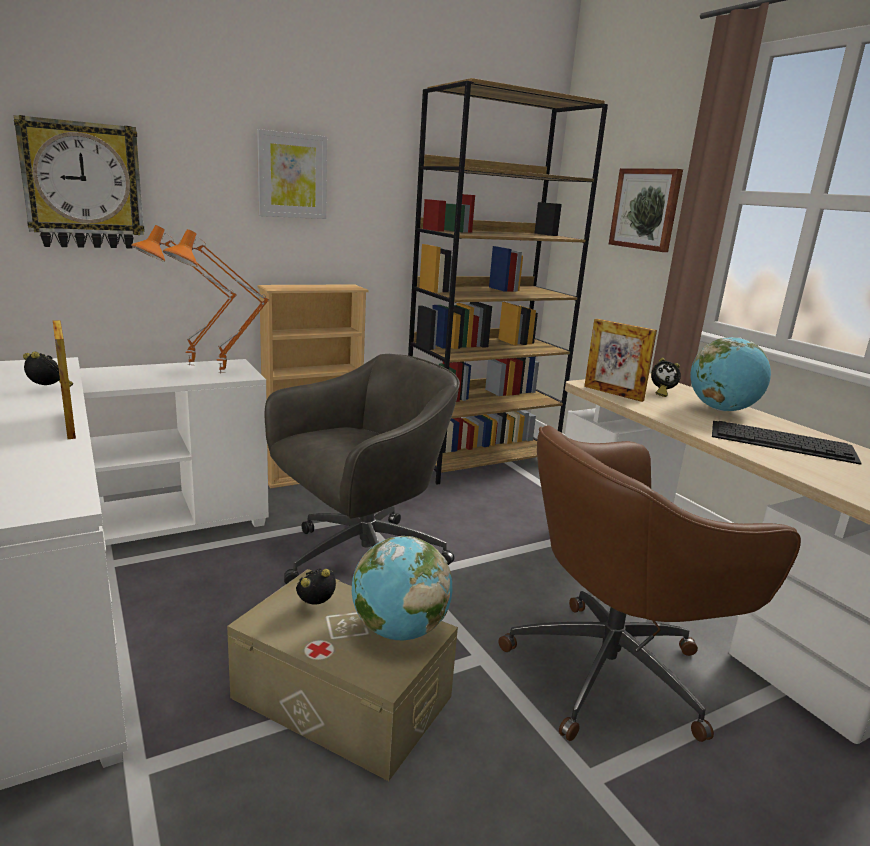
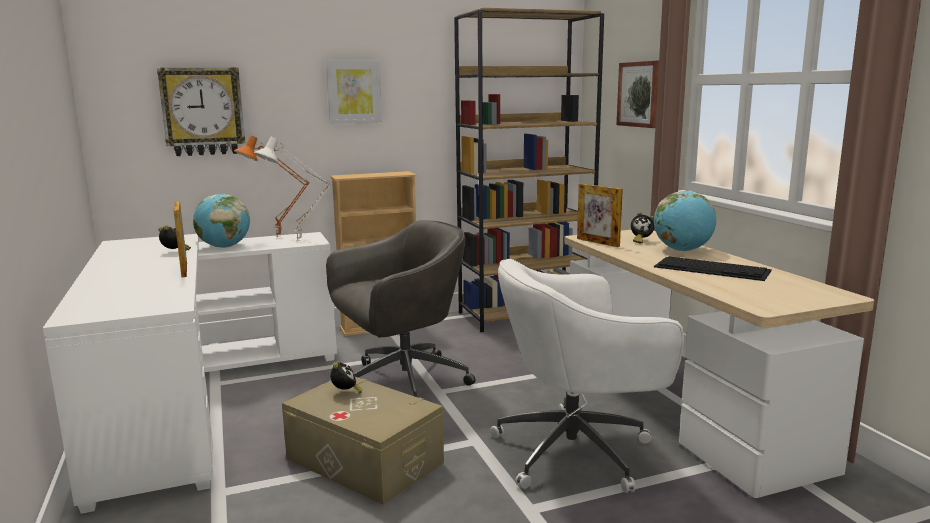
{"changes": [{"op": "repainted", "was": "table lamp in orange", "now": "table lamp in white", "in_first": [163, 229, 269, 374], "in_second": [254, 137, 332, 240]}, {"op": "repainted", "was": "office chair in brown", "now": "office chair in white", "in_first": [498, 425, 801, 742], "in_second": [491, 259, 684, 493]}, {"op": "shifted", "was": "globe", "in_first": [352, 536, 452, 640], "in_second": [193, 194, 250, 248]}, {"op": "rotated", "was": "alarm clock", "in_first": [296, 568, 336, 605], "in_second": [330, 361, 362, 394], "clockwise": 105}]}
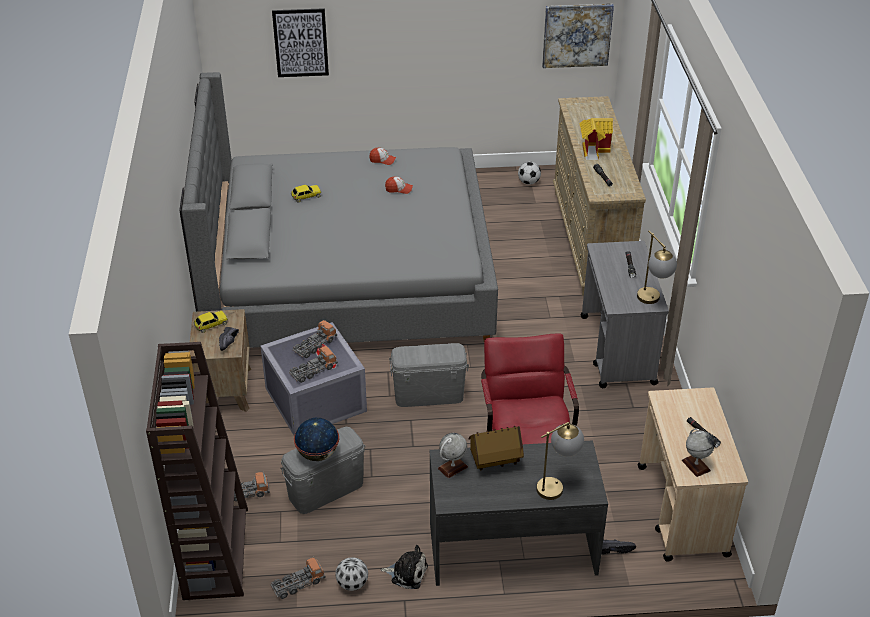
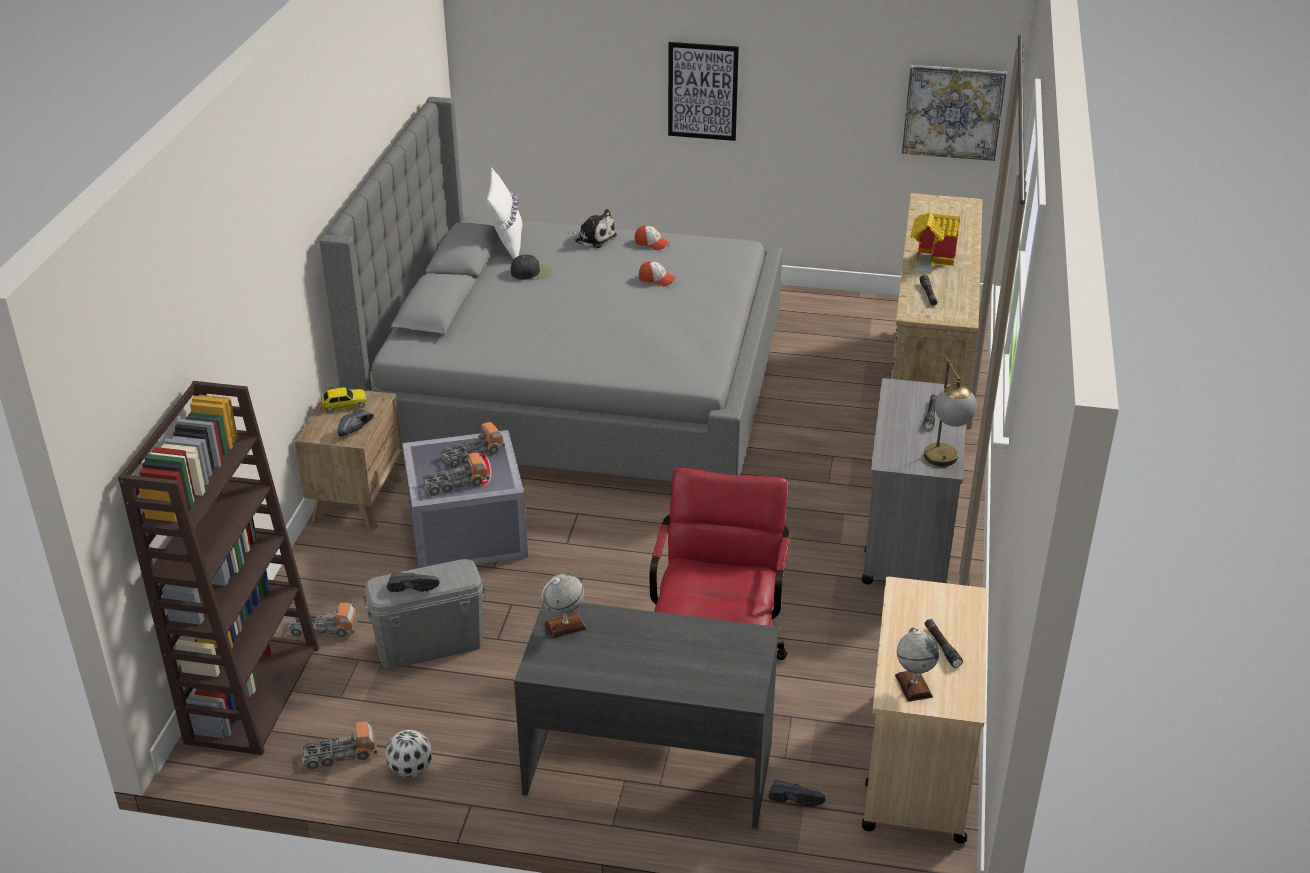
{"changes": [{"op": "shifted", "was": "picture", "in_first": [272, 8, 329, 77], "in_second": [668, 42, 739, 141]}, {"op": "gone", "was": "football", "in_first": [518, 162, 541, 185]}, {"op": "swapped", "was": "toy car", "now": "cap in black", "in_first": [291, 185, 321, 202], "in_second": [510, 255, 552, 280]}, {"op": "gone", "was": "storage box in grey", "in_first": [389, 343, 469, 407]}, {"op": "swapped", "was": "globe", "now": "shoe in black", "in_first": [294, 418, 339, 461], "in_second": [387, 572, 440, 592]}, {"op": "gone", "was": "table lamp", "in_first": [536, 422, 584, 500]}, {"op": "gone", "was": "toy house", "in_first": [469, 426, 524, 470]}, {"op": "shifted", "was": "plush toy", "in_first": [381, 545, 428, 589], "in_second": [569, 209, 617, 248]}, {"op": "new", "now": "pillow in white", "in_second": [487, 167, 522, 260]}]}
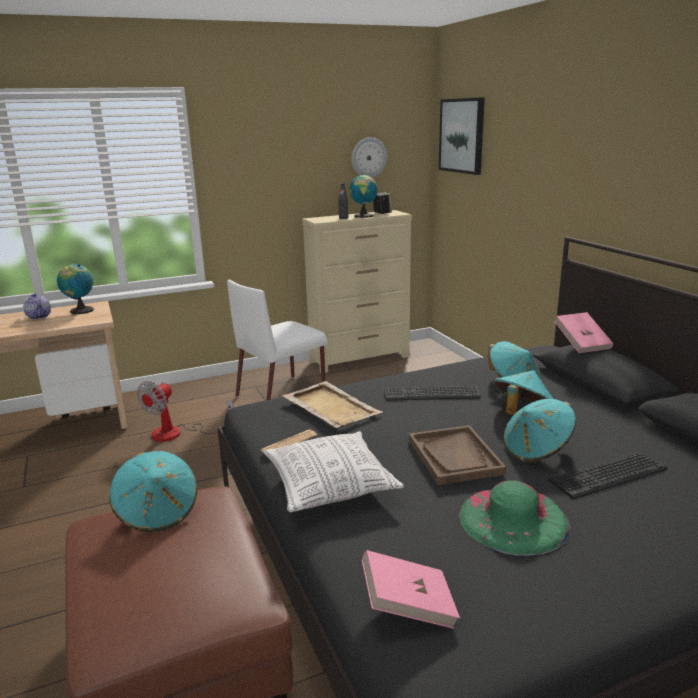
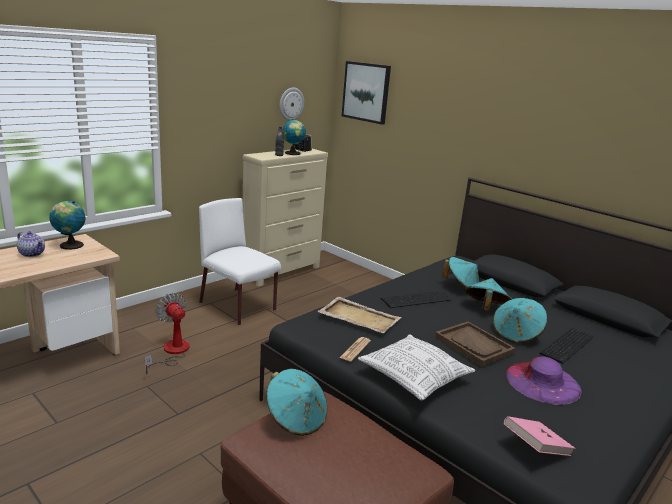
{"changes": [{"op": "rotated", "was": "chair in white", "in_first": [227, 280, 327, 400], "in_second": [199, 198, 281, 325], "clockwise": 105}, {"op": "gone", "was": "book in pink", "in_first": [554, 312, 613, 353]}, {"op": "rotated", "was": "fan", "in_first": [137, 381, 233, 442], "in_second": [145, 293, 190, 375], "clockwise": 135}, {"op": "repainted", "was": "hat in green", "now": "hat in purple", "in_first": [459, 480, 572, 556], "in_second": [506, 356, 582, 405]}]}
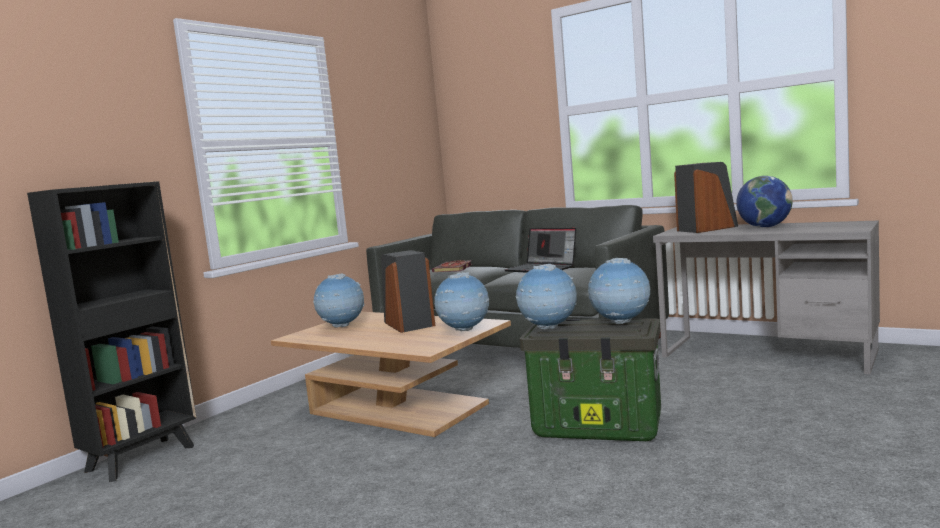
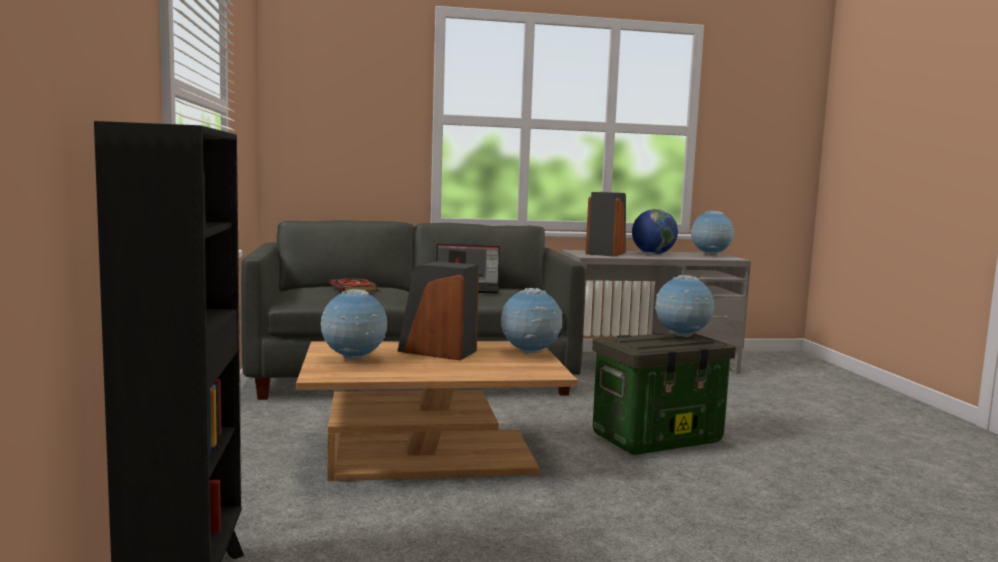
{"changes": [{"op": "shifted", "was": "globe", "in_first": [516, 264, 577, 330], "in_second": [690, 211, 734, 256]}]}
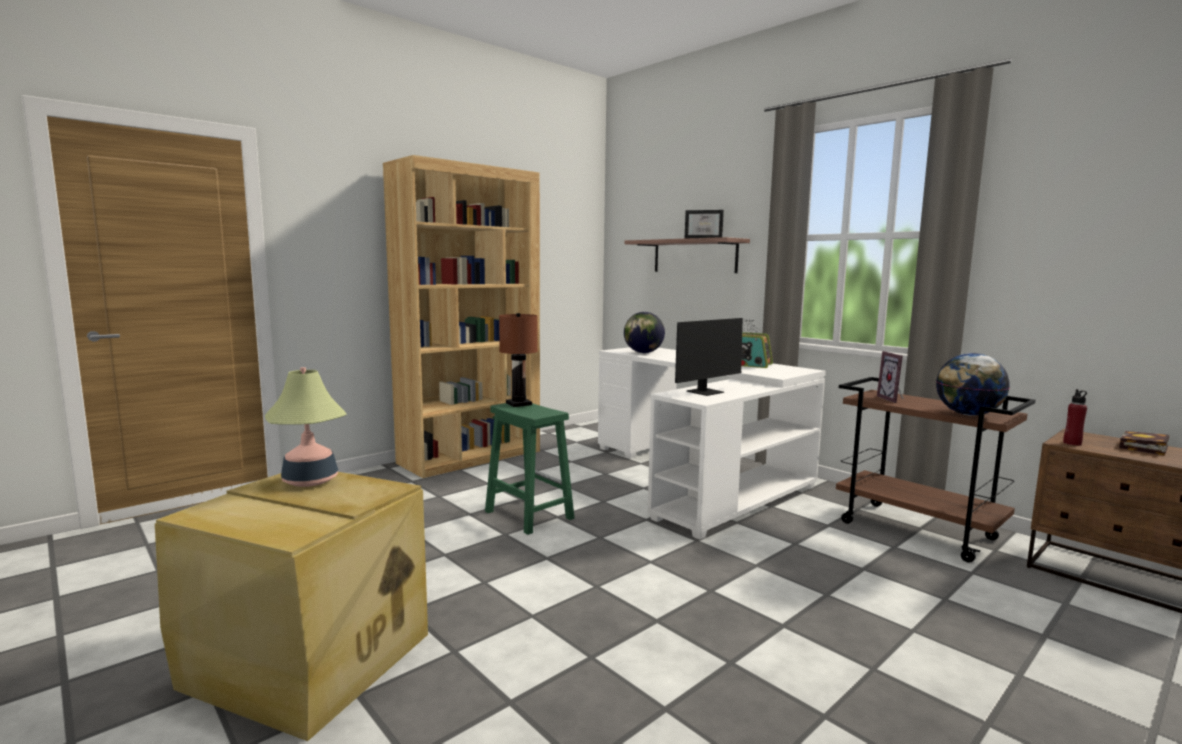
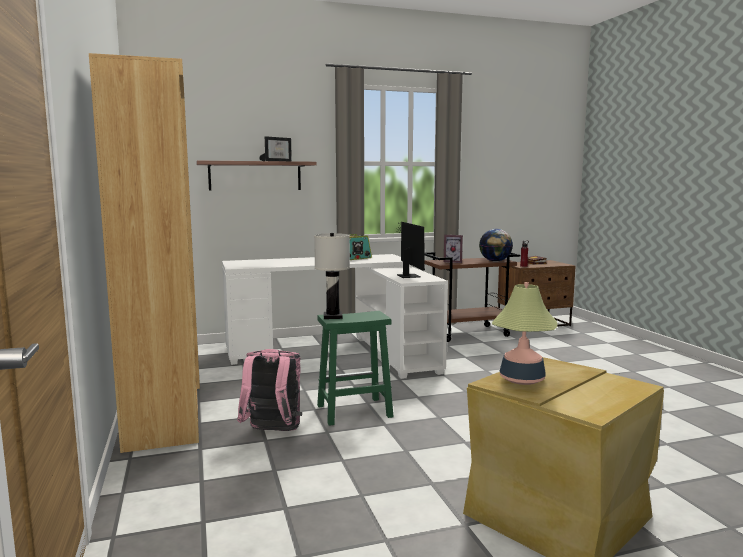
{"changes": [{"op": "gone", "was": "globe", "in_first": [624, 312, 665, 353]}, {"op": "repainted", "was": "table lamp in brown", "now": "table lamp in white", "in_first": [499, 313, 538, 407], "in_second": [314, 233, 350, 319]}, {"op": "new", "now": "backpack in pink", "in_second": [237, 349, 302, 431]}]}
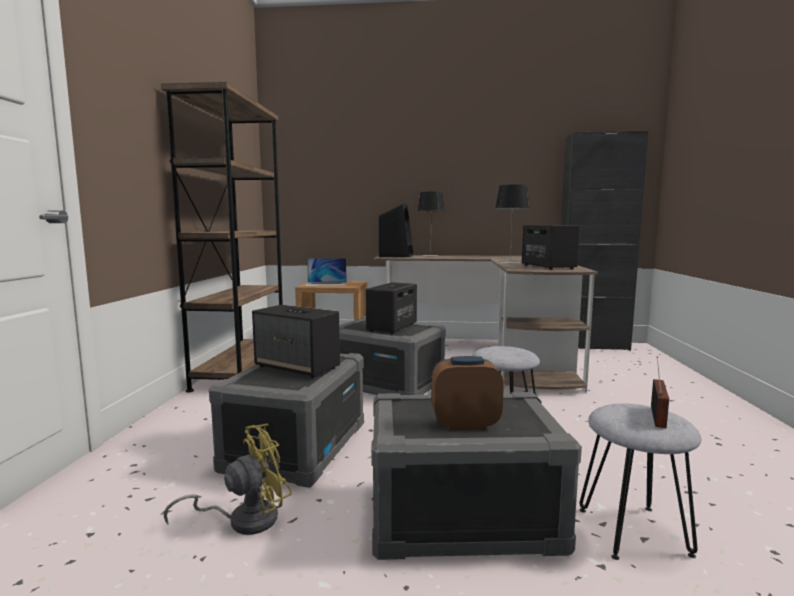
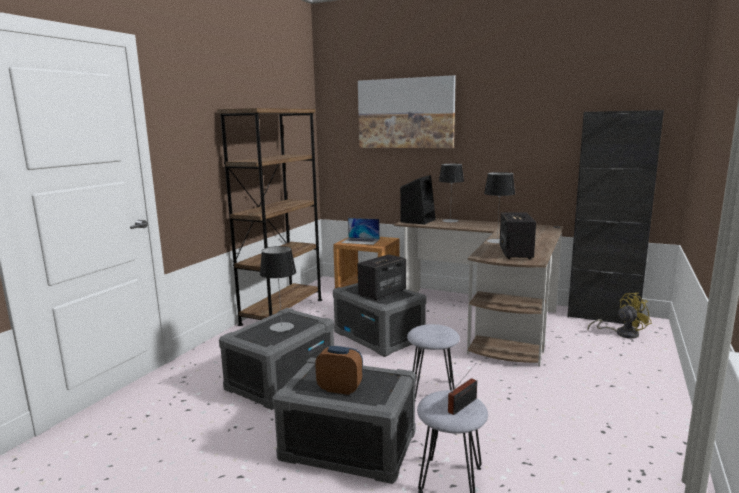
{"changes": [{"op": "swapped", "was": "speaker", "now": "table lamp", "in_first": [252, 305, 340, 378], "in_second": [260, 246, 296, 332]}, {"op": "shifted", "was": "fan in yellow", "in_first": [164, 424, 292, 535], "in_second": [587, 293, 652, 339]}, {"op": "new", "now": "picture", "in_second": [358, 75, 456, 148]}]}
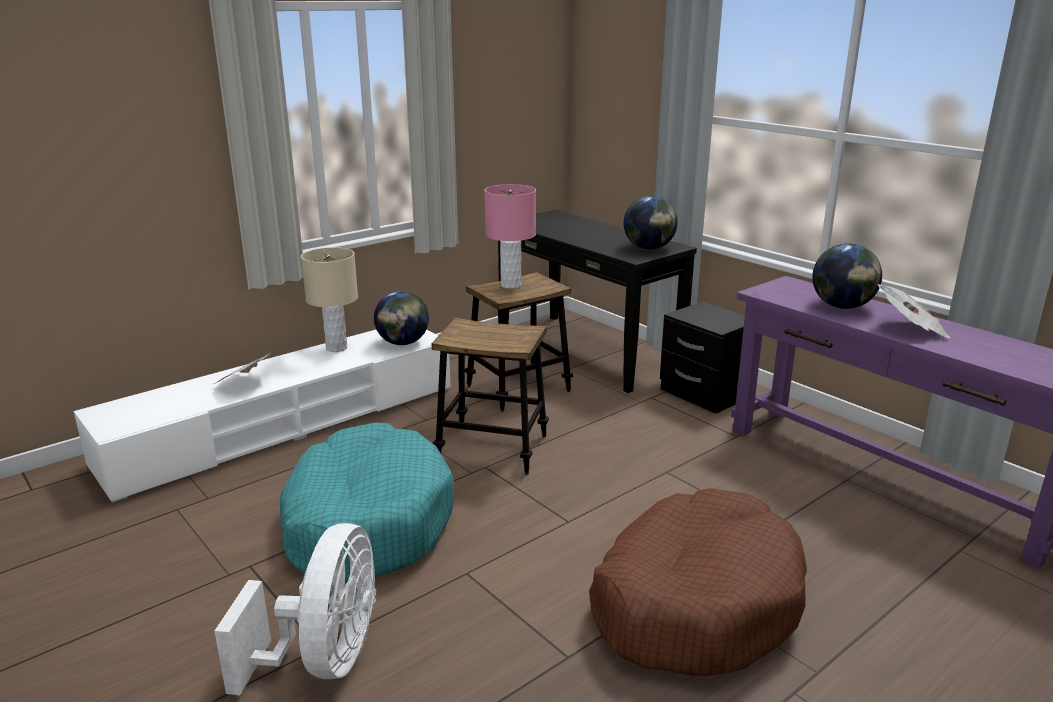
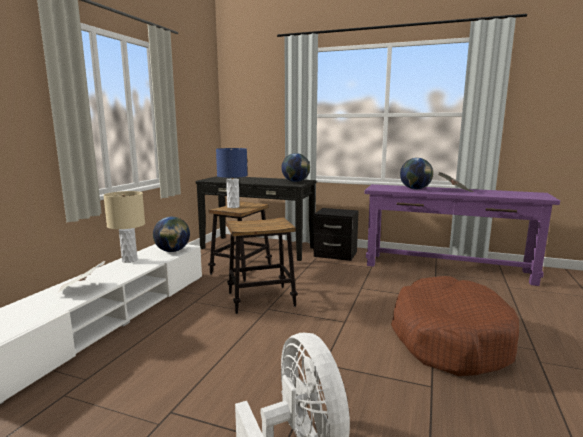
{"changes": [{"op": "repainted", "was": "table lamp in pink", "now": "table lamp in blue", "in_first": [484, 184, 536, 289], "in_second": [216, 148, 248, 208]}, {"op": "gone", "was": "dog bed in turquoise", "in_first": [280, 422, 454, 583]}]}
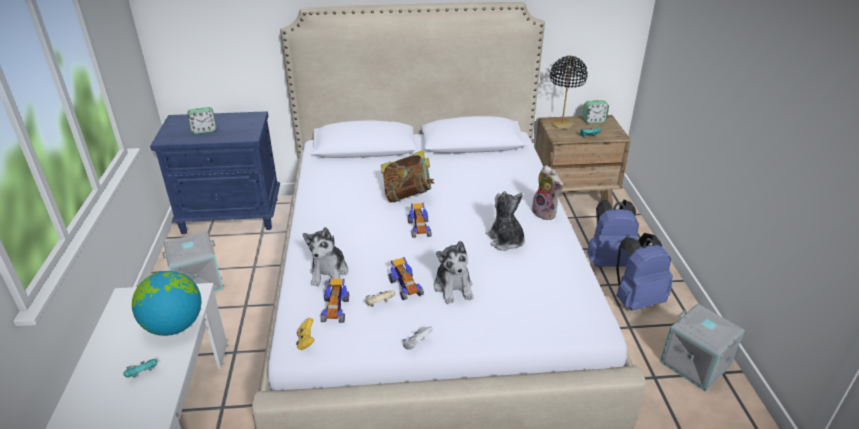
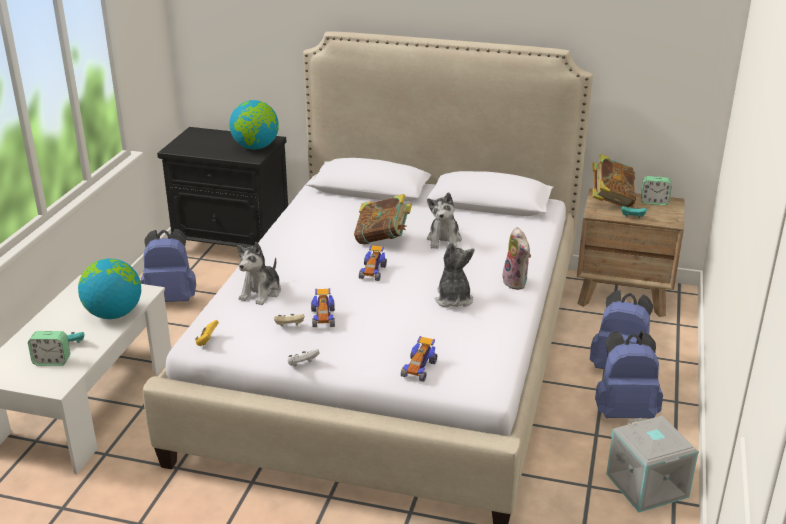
{"changes": [{"op": "swapped", "was": "table lamp in black", "now": "book", "in_first": [550, 56, 588, 129], "in_second": [592, 154, 636, 208]}, {"op": "shifted", "was": "alarm clock", "in_first": [187, 107, 216, 134], "in_second": [28, 331, 70, 366]}, {"op": "repainted", "was": "nightstand in blue", "now": "nightstand in black", "in_first": [150, 111, 280, 234], "in_second": [157, 127, 288, 248]}, {"op": "swapped", "was": "storage box in grey", "now": "backpack in blue", "in_first": [162, 232, 223, 292], "in_second": [140, 229, 196, 302]}, {"op": "shifted", "was": "plush toy", "in_first": [434, 241, 474, 304], "in_second": [427, 192, 462, 249]}, {"op": "shifted", "was": "toy car", "in_first": [321, 278, 349, 323], "in_second": [401, 336, 437, 382]}, {"op": "new", "now": "globe", "in_second": [229, 100, 279, 149]}]}
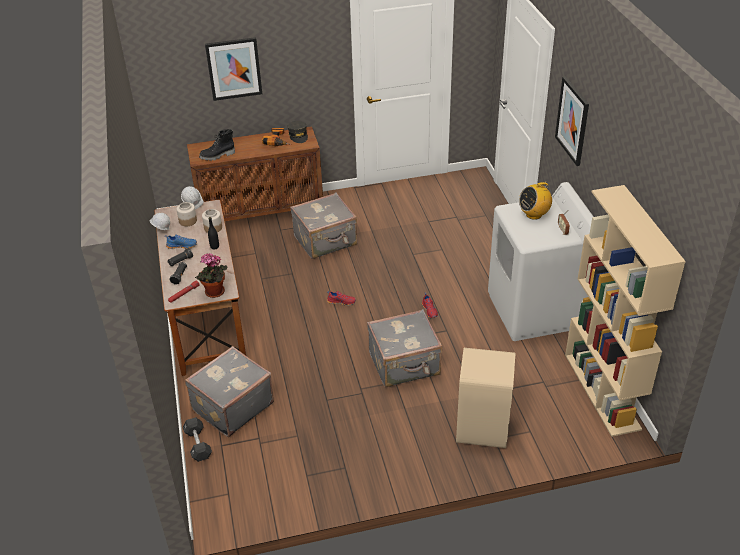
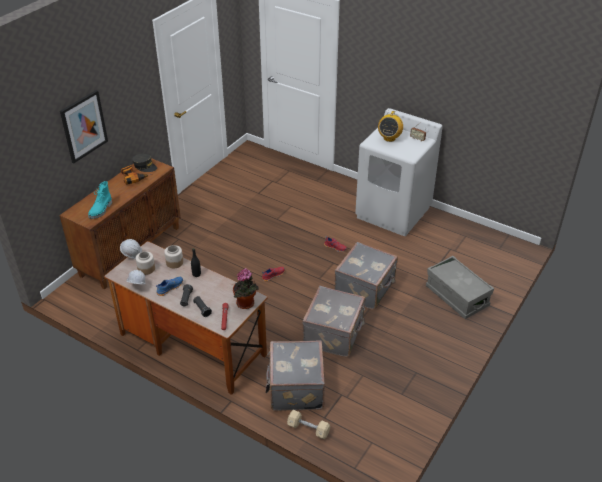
{"changes": [{"op": "gone", "was": "picture", "in_first": [555, 76, 589, 166]}, {"op": "repainted", "was": "boot in black", "now": "boot in turquoise", "in_first": [199, 129, 235, 161], "in_second": [88, 181, 112, 219]}, {"op": "gone", "was": "bookcase in beige", "in_first": [565, 185, 686, 437]}, {"op": "shifted", "was": "suitcase in grey", "in_first": [290, 193, 357, 259], "in_second": [302, 286, 365, 357]}, {"op": "swapped", "was": "trash can in beige", "now": "storage box in grey", "in_first": [456, 348, 515, 448], "in_second": [426, 256, 494, 319]}, {"op": "repainted", "was": "dumbbell in black", "now": "dumbbell in beige", "in_first": [183, 417, 212, 462], "in_second": [287, 410, 330, 439]}]}
